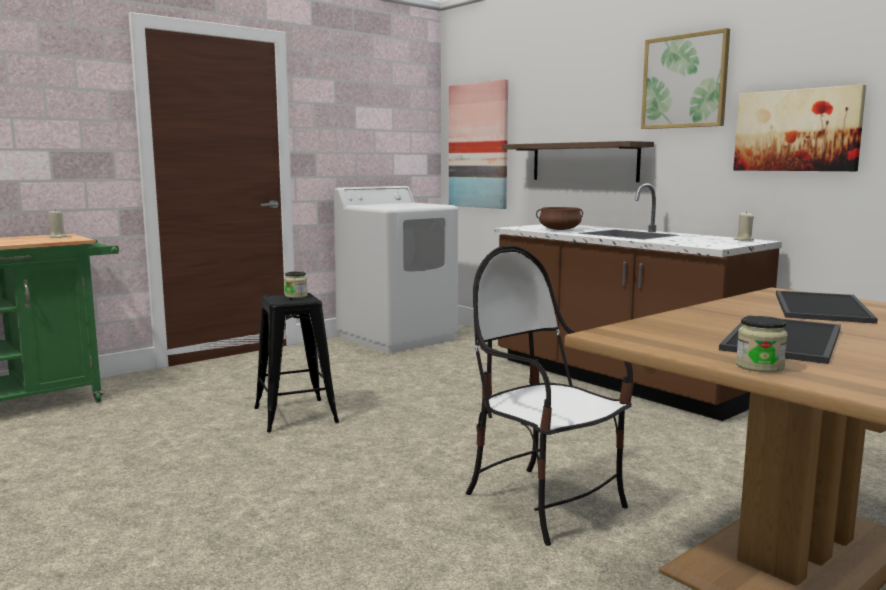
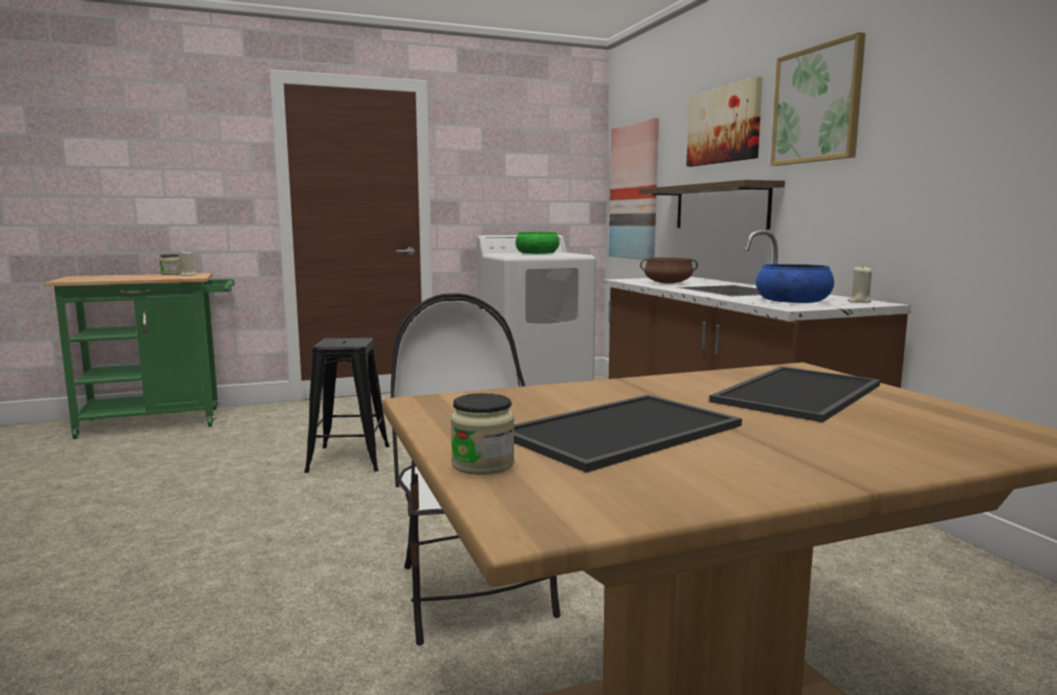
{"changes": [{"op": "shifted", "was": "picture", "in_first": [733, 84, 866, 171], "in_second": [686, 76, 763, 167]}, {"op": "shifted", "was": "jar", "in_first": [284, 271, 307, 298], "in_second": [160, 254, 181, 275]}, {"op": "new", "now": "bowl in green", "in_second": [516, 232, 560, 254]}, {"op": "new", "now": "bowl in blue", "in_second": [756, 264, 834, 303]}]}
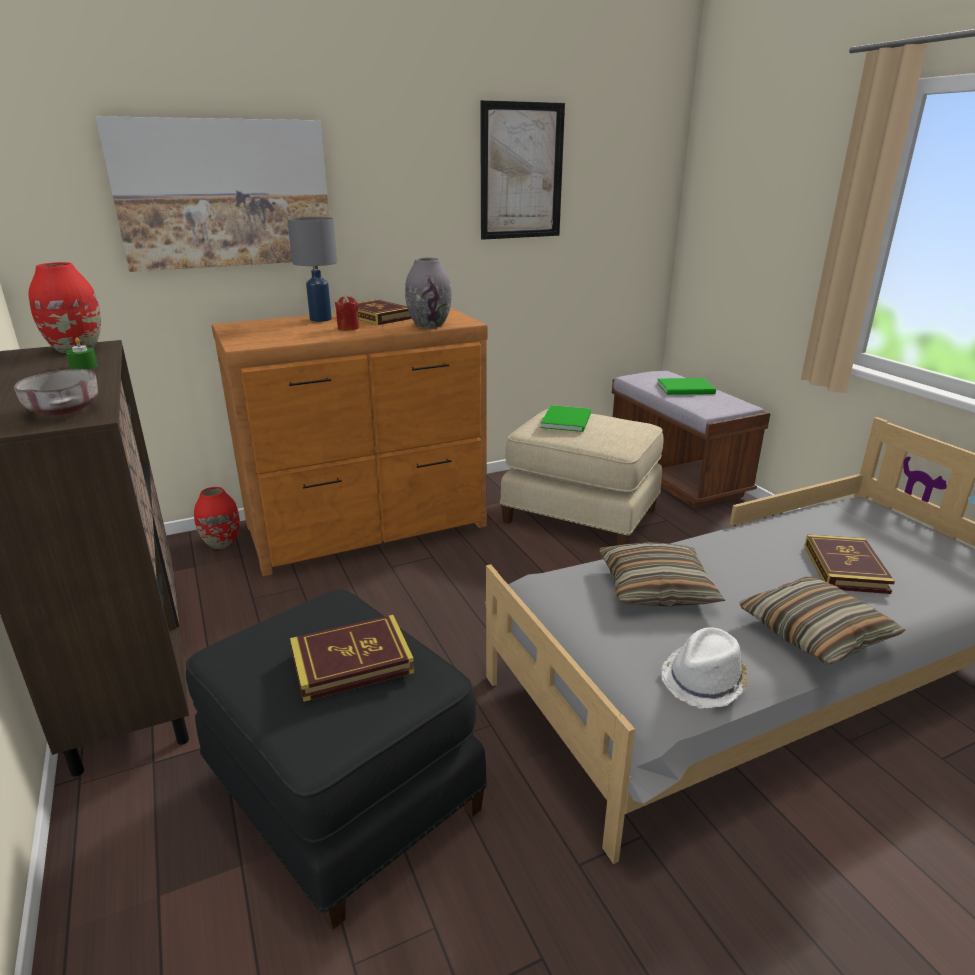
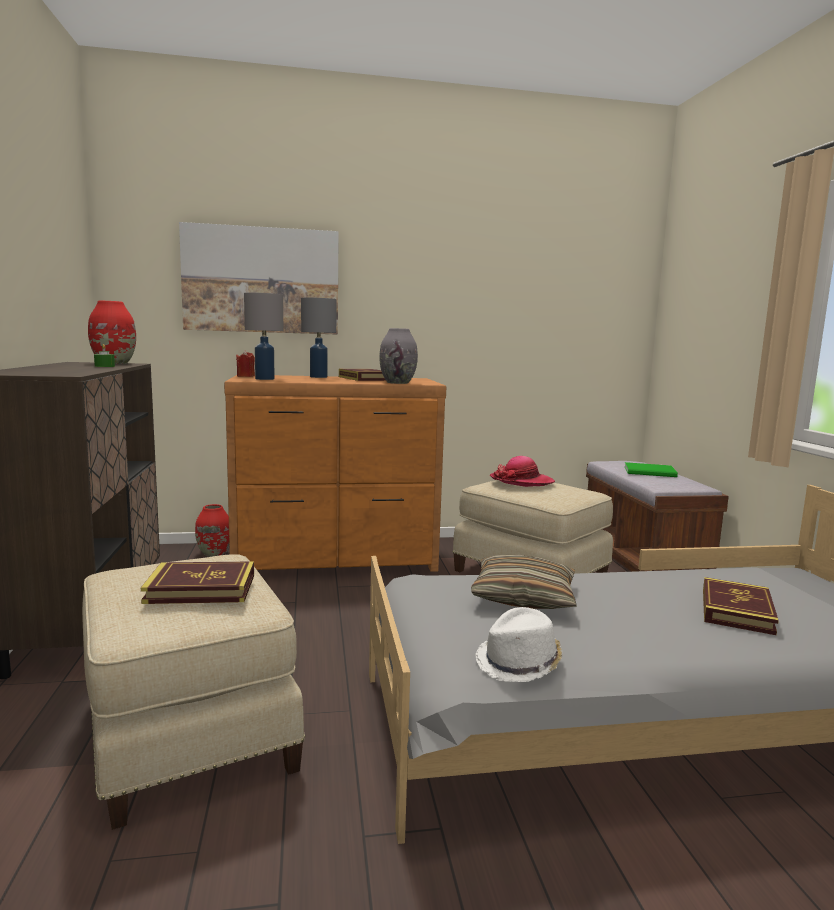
{"changes": [{"op": "gone", "was": "picture", "in_first": [480, 100, 565, 240]}, {"op": "shifted", "was": "candle in red", "in_first": [335, 295, 360, 331], "in_second": [236, 350, 255, 377]}, {"op": "gone", "was": "bowl in grey", "in_first": [14, 369, 98, 415]}, {"op": "swapped", "was": "book in green", "now": "hat", "in_first": [541, 405, 591, 432], "in_second": [490, 456, 555, 487]}, {"op": "gone", "was": "pillow", "in_first": [739, 577, 906, 665]}, {"op": "repainted", "was": "ottoman in black", "now": "ottoman in beige", "in_first": [186, 589, 487, 930], "in_second": [82, 555, 305, 830]}, {"op": "new", "now": "table lamp in grey", "in_second": [244, 293, 283, 380]}]}
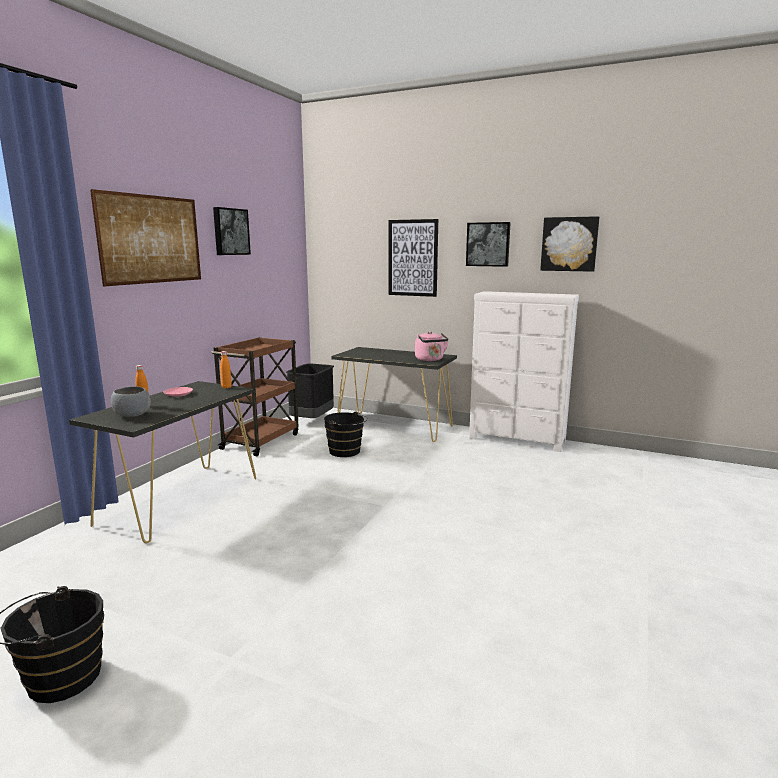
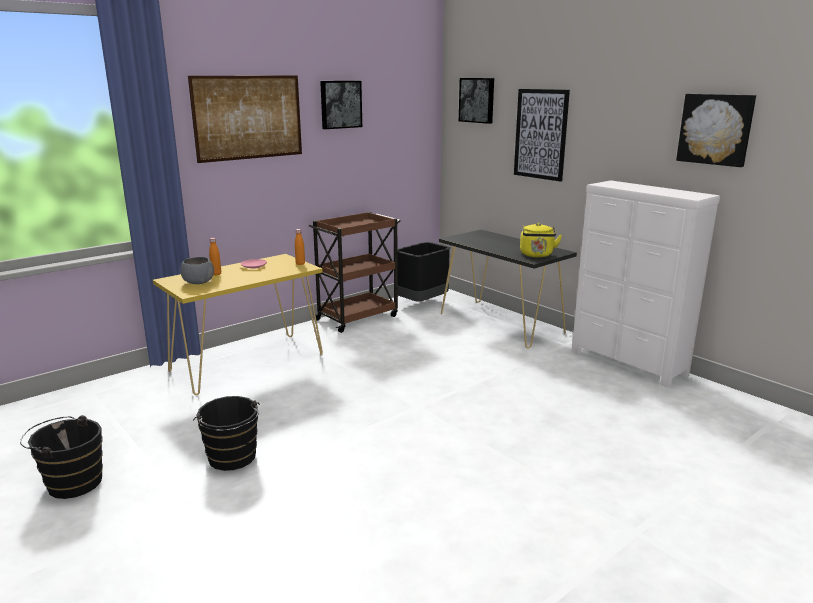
{"changes": [{"op": "shifted", "was": "picture", "in_first": [466, 222, 511, 267], "in_second": [459, 78, 494, 124]}, {"op": "repainted", "was": "kettle in pink", "now": "kettle in yellow", "in_first": [415, 331, 449, 361], "in_second": [520, 223, 562, 257]}, {"op": "repainted", "was": "console table in black", "now": "console table in yellow", "in_first": [69, 381, 256, 543], "in_second": [153, 254, 323, 395]}, {"op": "shifted", "was": "bucket in black", "in_first": [324, 411, 368, 457], "in_second": [193, 396, 260, 471]}]}
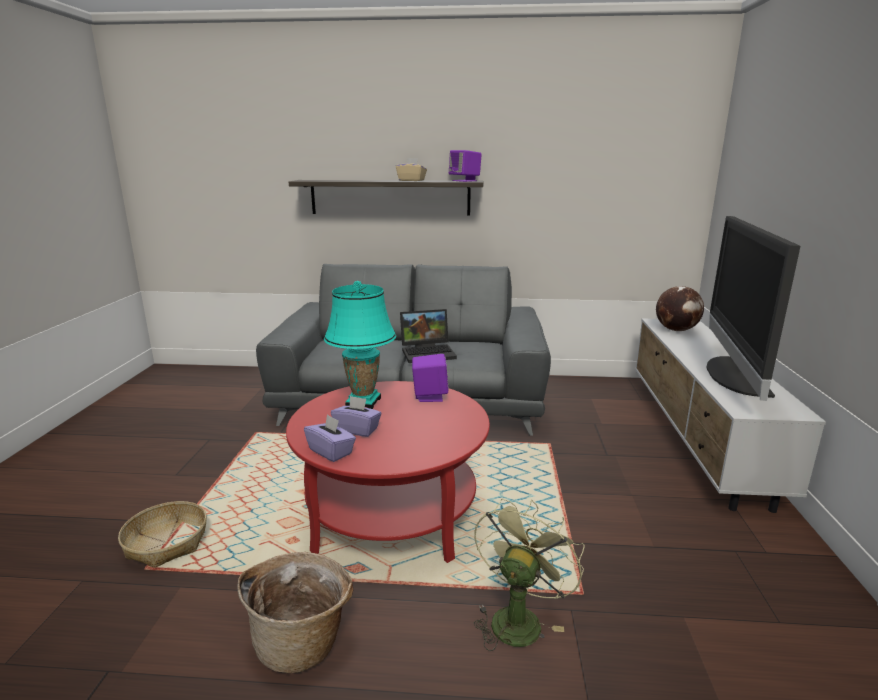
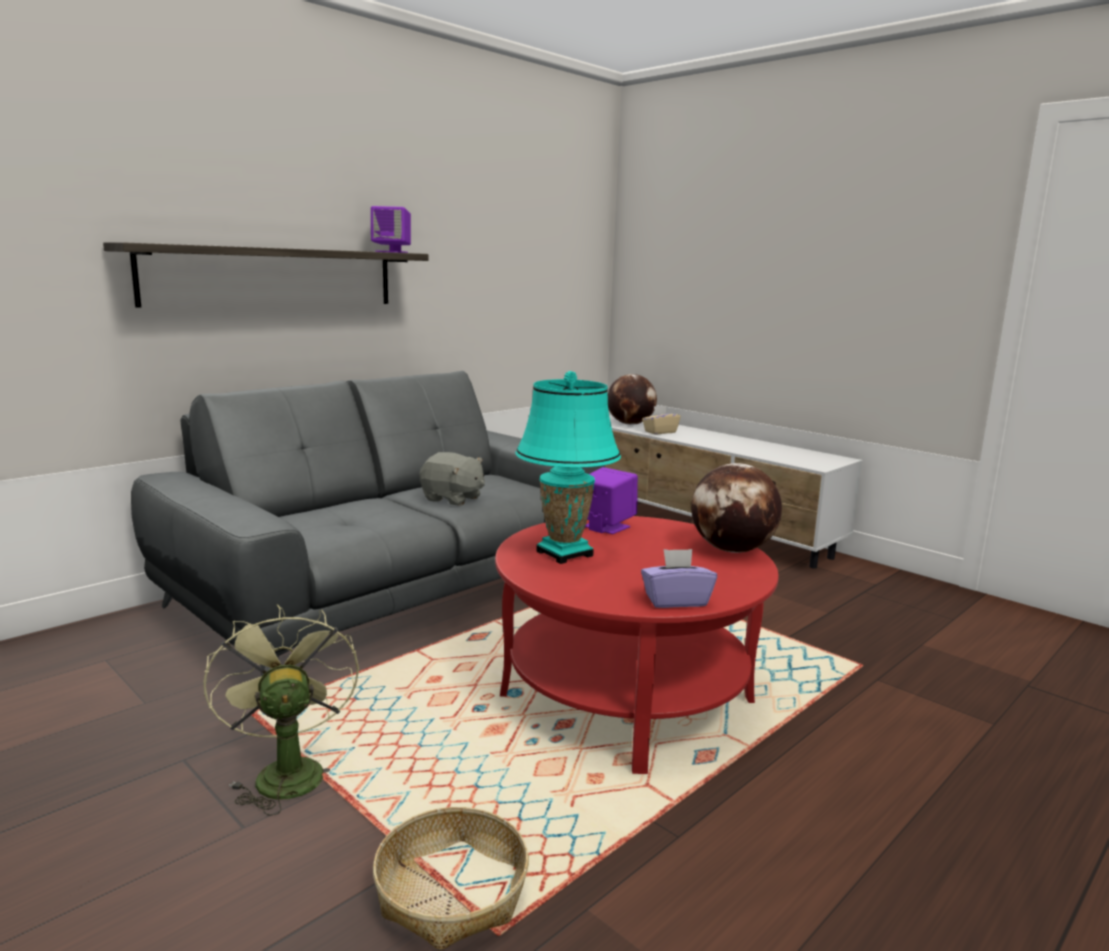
{"changes": [{"op": "shifted", "was": "tissue box in beige", "in_first": [396, 158, 427, 181], "in_second": [642, 406, 681, 434]}, {"op": "gone", "was": "television", "in_first": [706, 216, 800, 401]}, {"op": "swapped", "was": "laptop", "now": "plush toy in grey", "in_first": [400, 309, 457, 363], "in_second": [419, 452, 485, 506]}, {"op": "gone", "was": "tissue box in purple", "in_first": [331, 396, 382, 437]}, {"op": "shifted", "was": "fan in green", "in_first": [474, 499, 585, 651], "in_second": [203, 604, 359, 816]}, {"op": "gone", "was": "basket", "in_first": [237, 552, 354, 673]}, {"op": "new", "now": "globe", "in_second": [691, 463, 782, 553]}]}
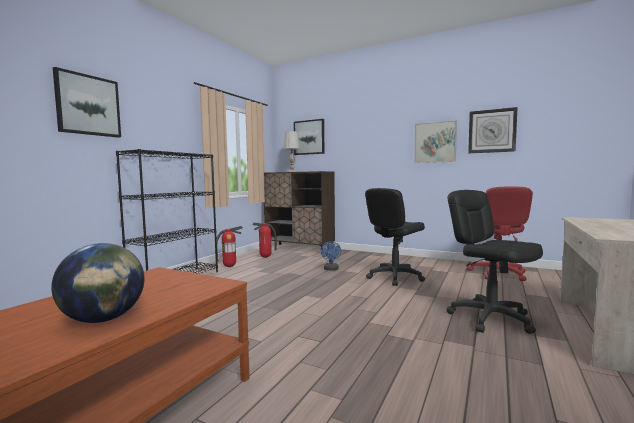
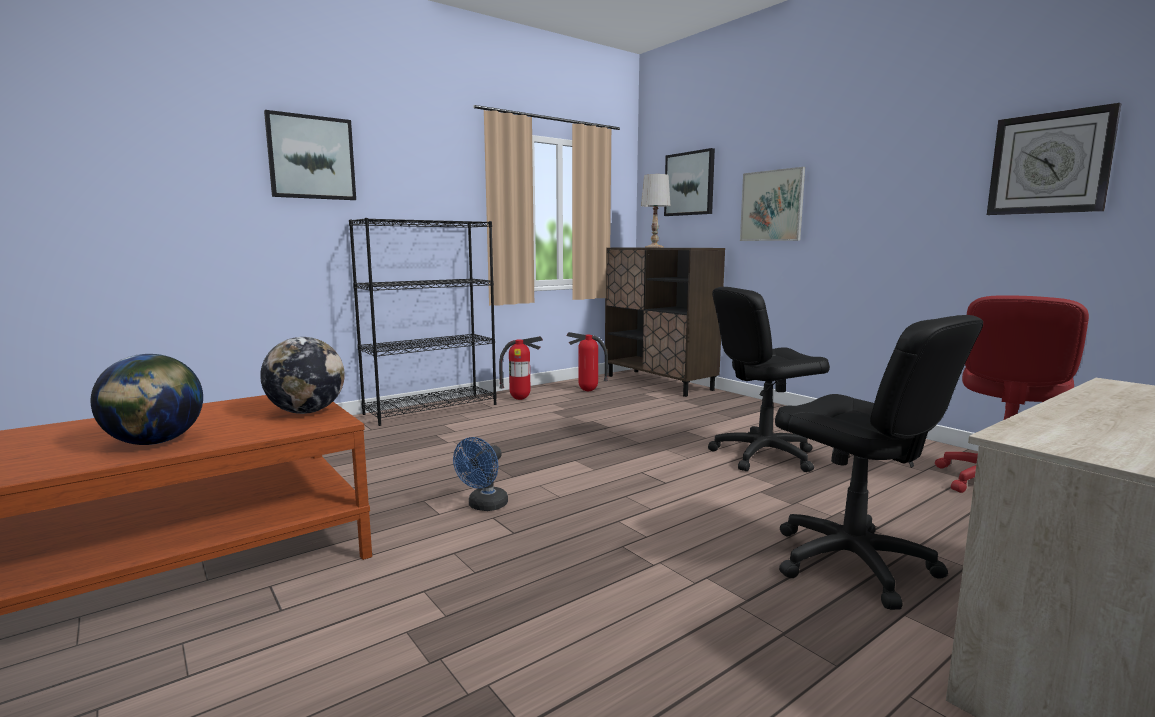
{"changes": [{"op": "shifted", "was": "picture", "in_first": [414, 120, 457, 163], "in_second": [740, 167, 805, 241]}, {"op": "rotated", "was": "office chair in black", "in_first": [446, 190, 543, 334], "in_second": [775, 315, 983, 610], "clockwise": 150}, {"op": "shifted", "was": "fan in blue", "in_first": [321, 241, 341, 271], "in_second": [453, 437, 508, 511]}, {"op": "new", "now": "globe", "in_second": [260, 337, 345, 414]}]}
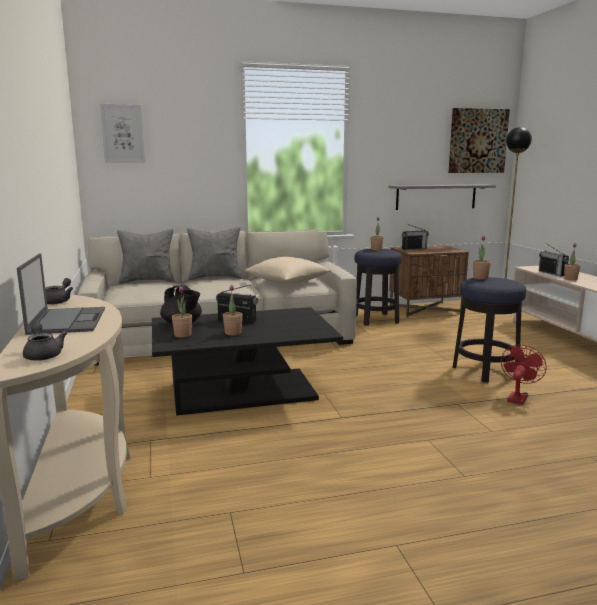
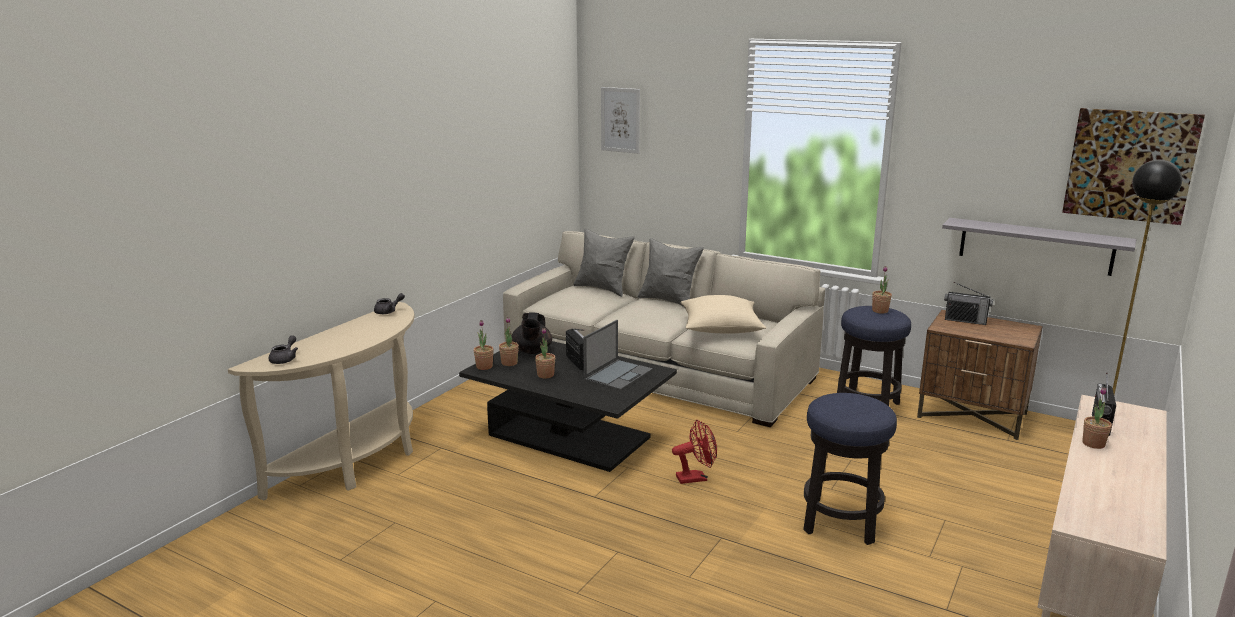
{"changes": [{"op": "shifted", "was": "potted plant", "in_first": [473, 235, 491, 280], "in_second": [474, 320, 494, 370]}, {"op": "shifted", "was": "laptop", "in_first": [17, 253, 105, 335], "in_second": [583, 320, 653, 391]}, {"op": "shifted", "was": "fan in red", "in_first": [501, 345, 547, 405], "in_second": [672, 420, 717, 484]}]}
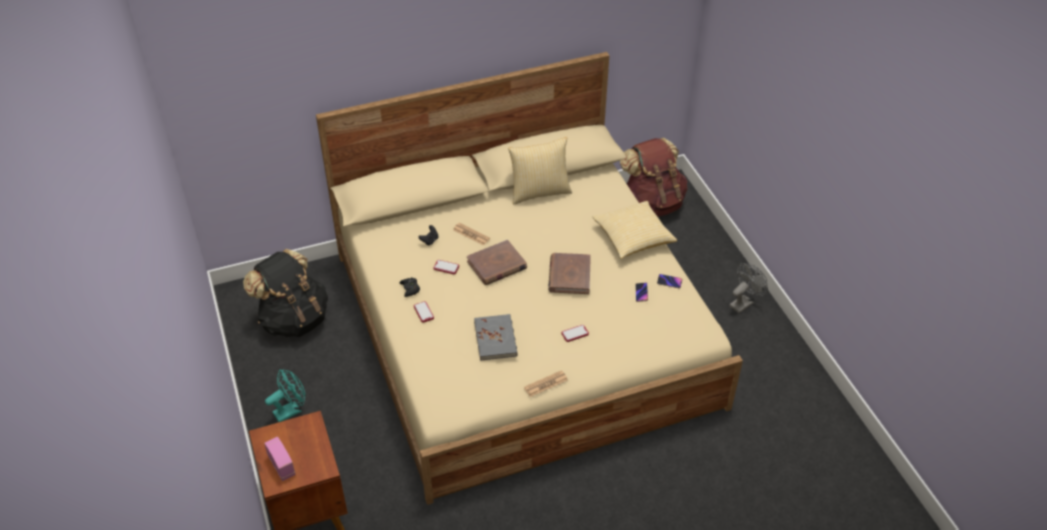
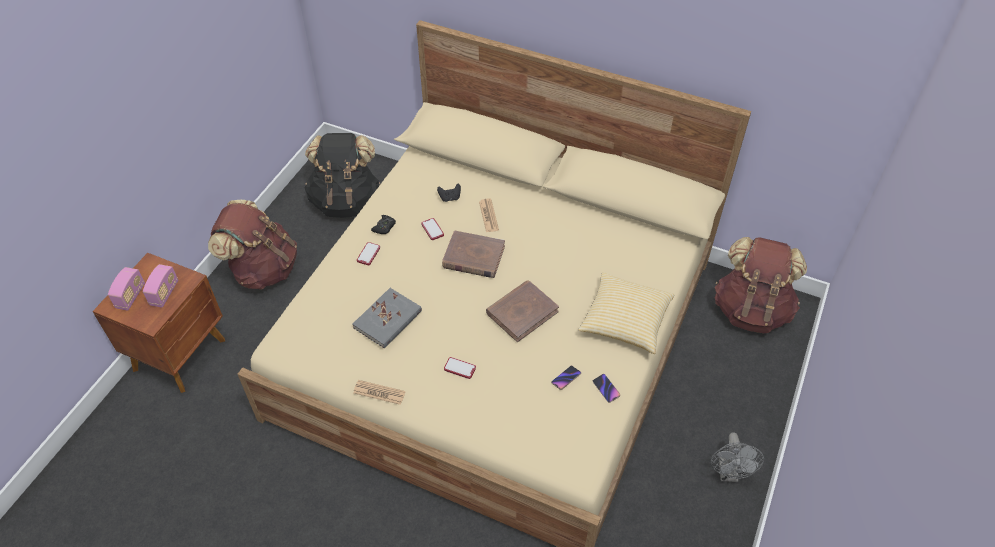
{"changes": [{"op": "gone", "was": "pillow", "in_first": [508, 137, 572, 204]}, {"op": "rotated", "was": "fan in grey", "in_first": [729, 263, 768, 313], "in_second": [711, 432, 764, 482], "clockwise": 90}, {"op": "swapped", "was": "fan in turquoise", "now": "backpack in brown", "in_first": [265, 369, 306, 422], "in_second": [208, 200, 297, 289]}, {"op": "new", "now": "radio", "in_second": [143, 264, 178, 308]}]}
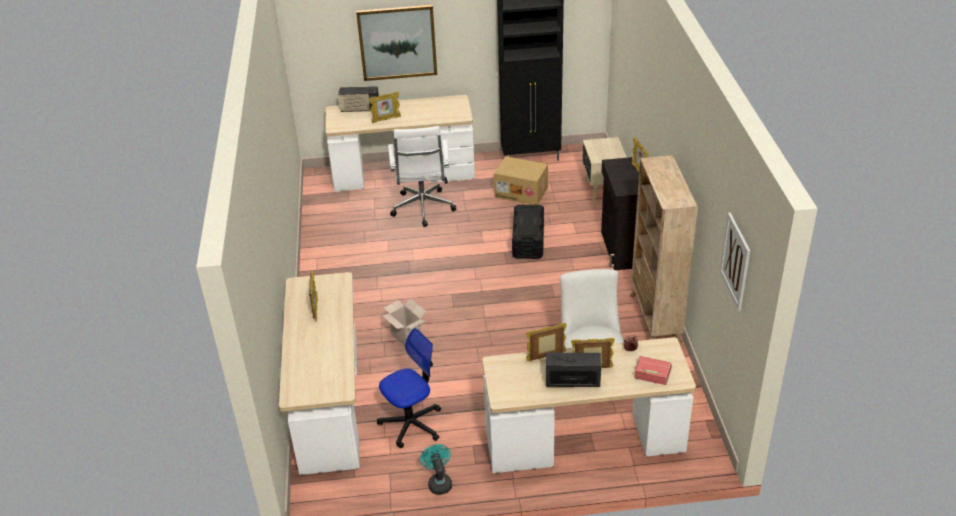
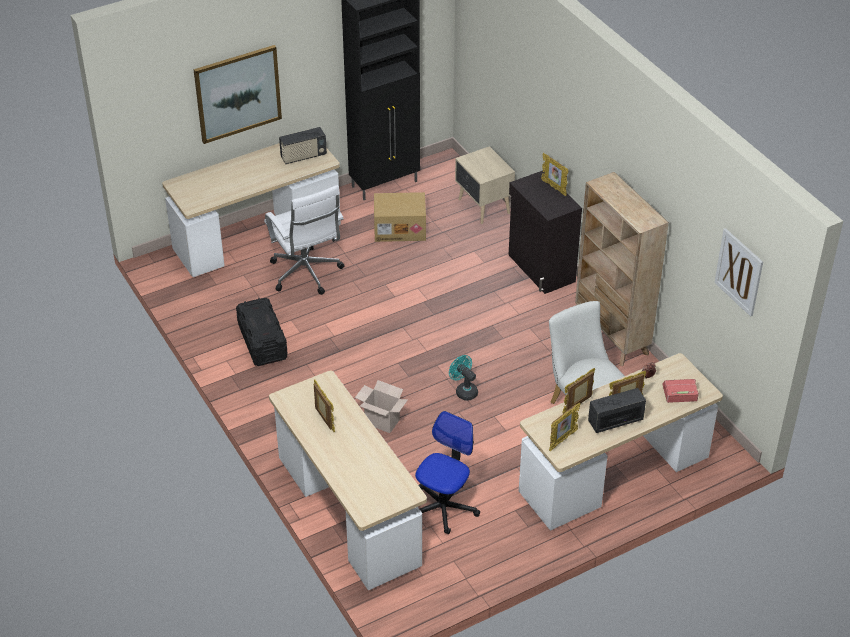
{"changes": [{"op": "shifted", "was": "radio", "in_first": [338, 86, 379, 112], "in_second": [279, 127, 327, 164]}, {"op": "shifted", "was": "picture frame", "in_first": [369, 92, 401, 123], "in_second": [549, 402, 580, 451]}, {"op": "shifted", "was": "storage box in black", "in_first": [512, 204, 544, 259], "in_second": [236, 298, 288, 366]}, {"op": "shifted", "was": "fan in turquoise", "in_first": [420, 444, 452, 495], "in_second": [449, 355, 478, 401]}]}
